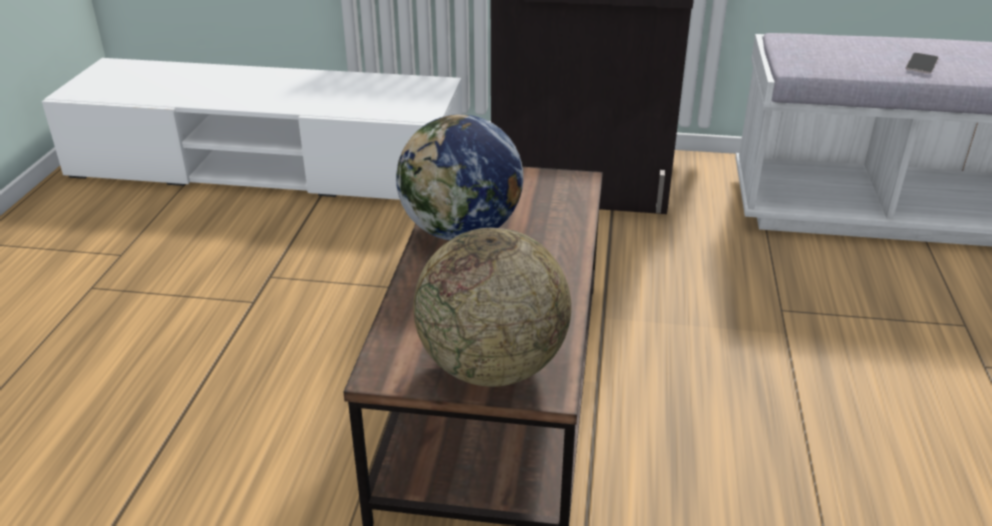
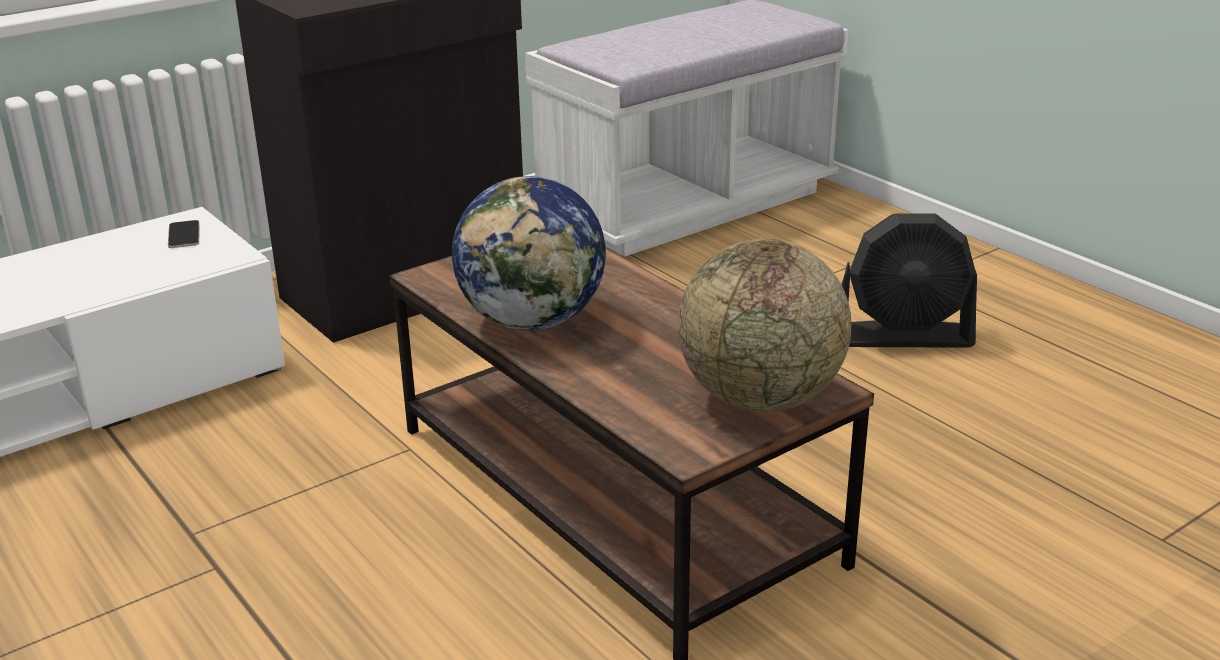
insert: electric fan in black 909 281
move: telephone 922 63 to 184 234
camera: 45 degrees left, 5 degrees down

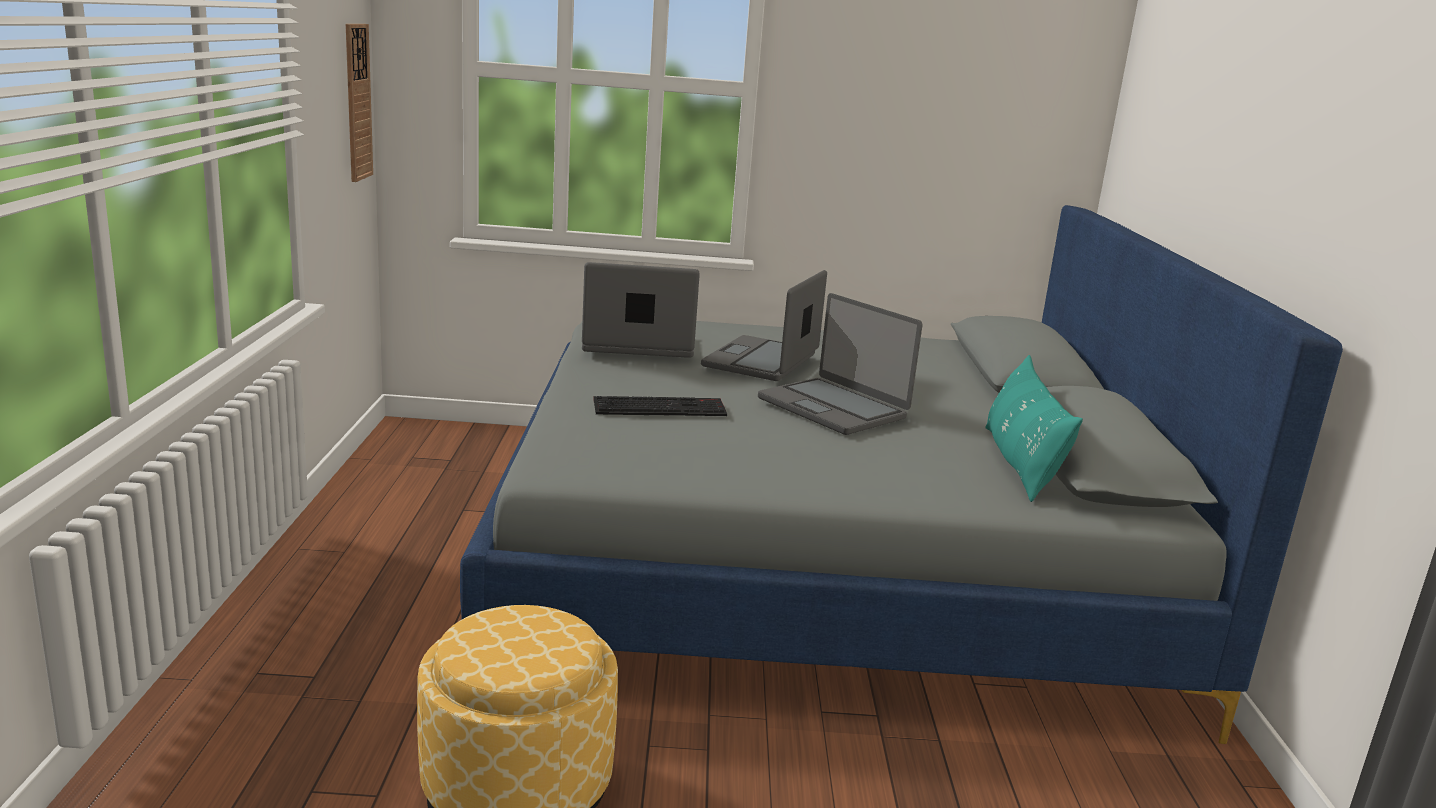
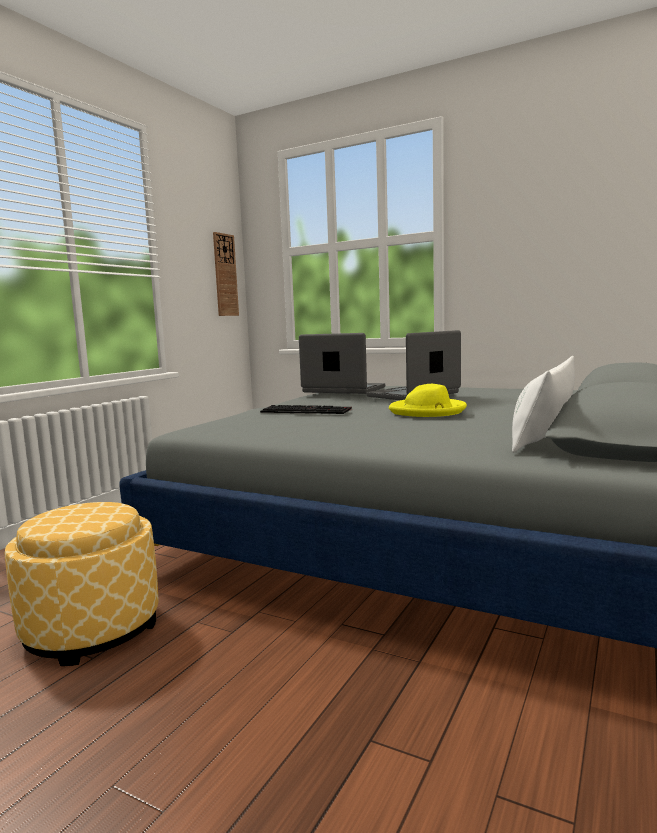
replace: notebook computer 840 364 to wearable hat in yellow 428 400
recolor: throw pillow in turquoise-coloured 1034 428 to throw pillow in whitish 543 404
camera: 30 degrees right, 10 degrees down

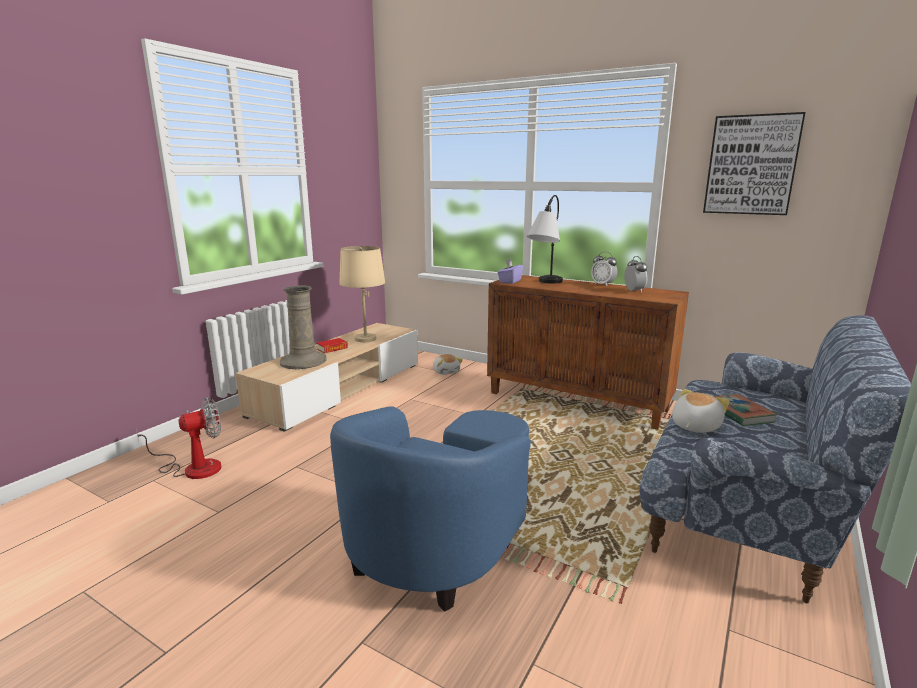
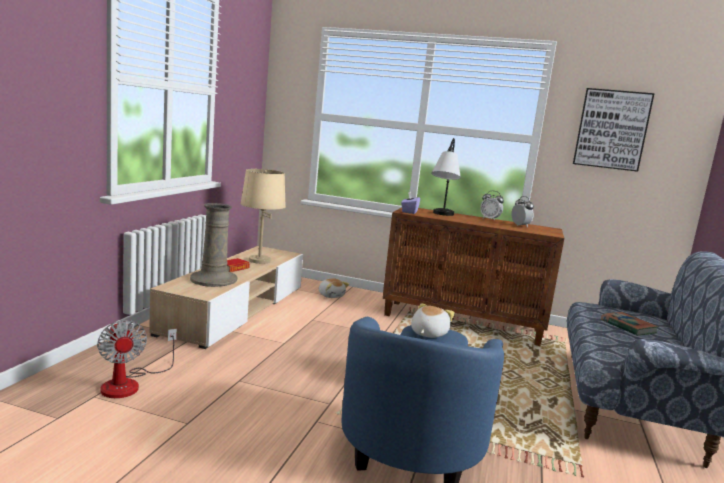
move: soft toy 701 411 to 433 320
rotate: electric fan 179 438 = 137 359 105 degrees clockwise
camera: 15 degrees left, 5 degrees down

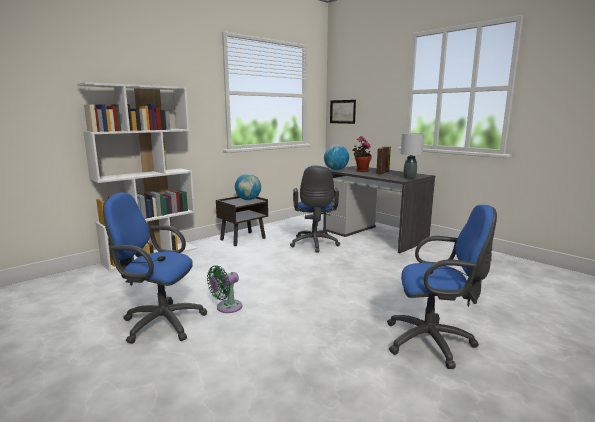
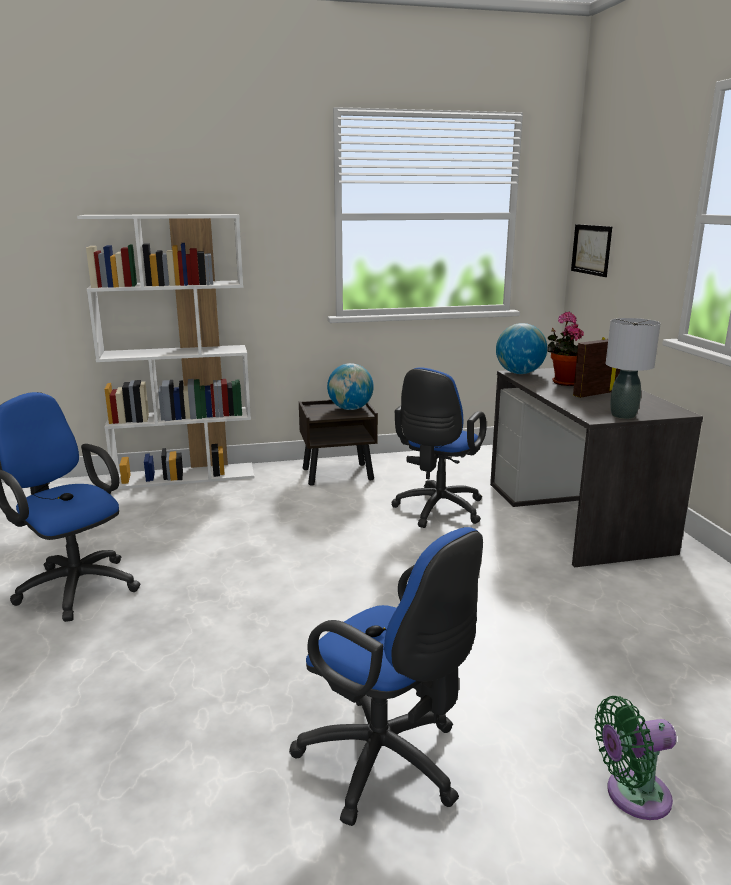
move: electric fan in green 224 289 to 636 758
camera: 30 degrees right, 5 degrees up

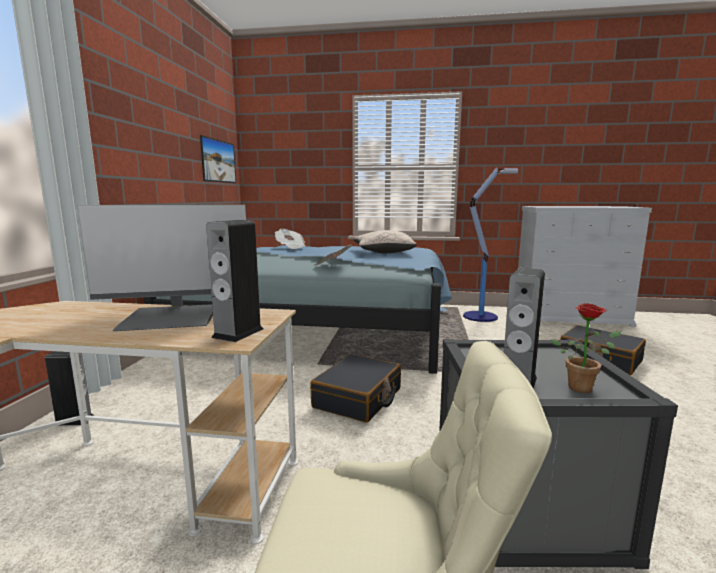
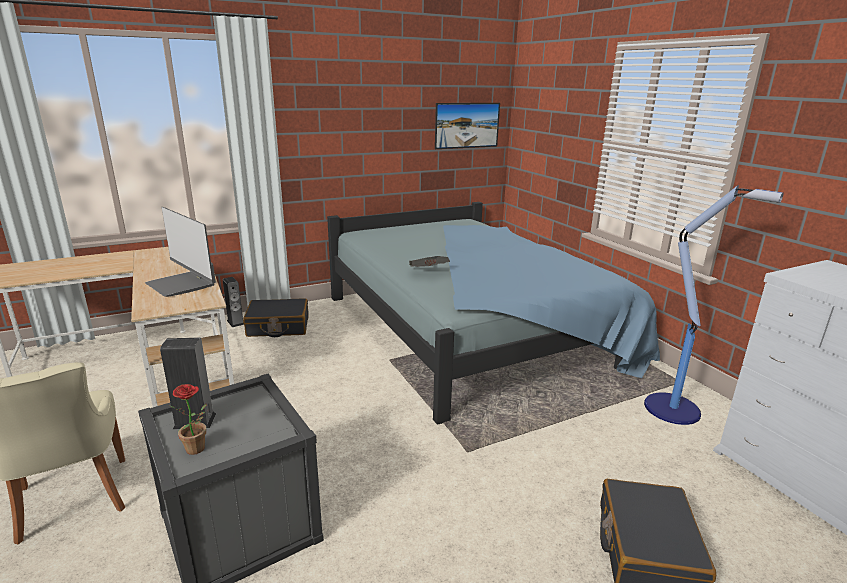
delete: speaker 234 281; newspaper 290 239; throw pillow in beige-coloured 385 241
move: piece of luggage in black 355 388 to 276 317
camera: 55 degrees right, 10 degrees up

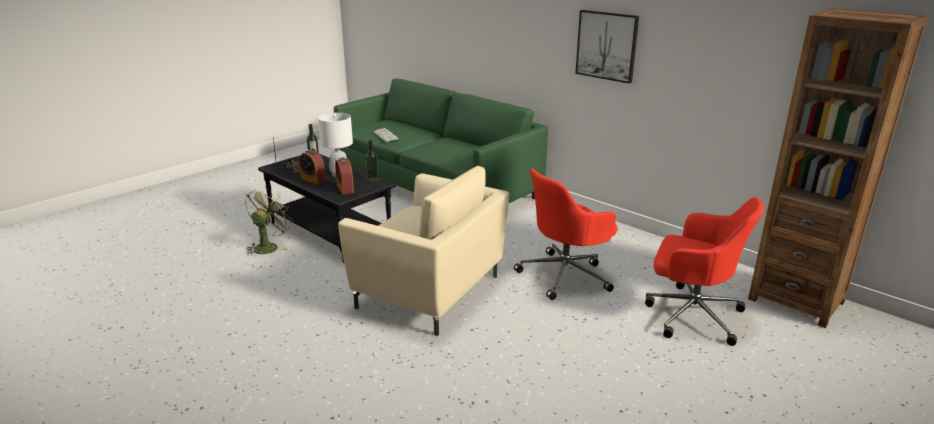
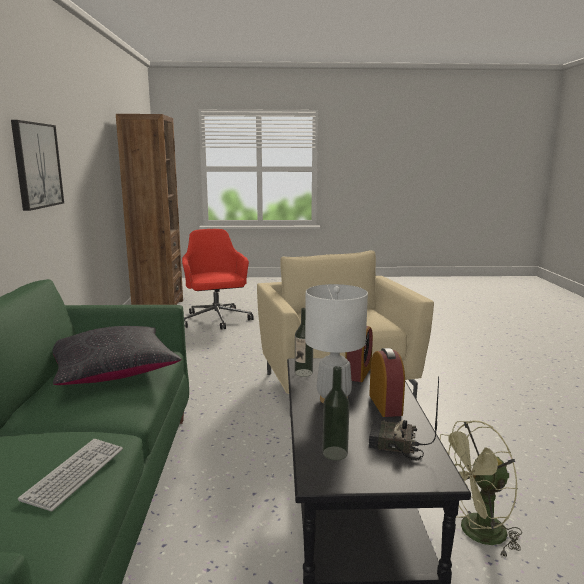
delete: office chair in reddish 565 234
insert: throw pillow in black 117 355
camera: 135 degrees left, 10 degrees down

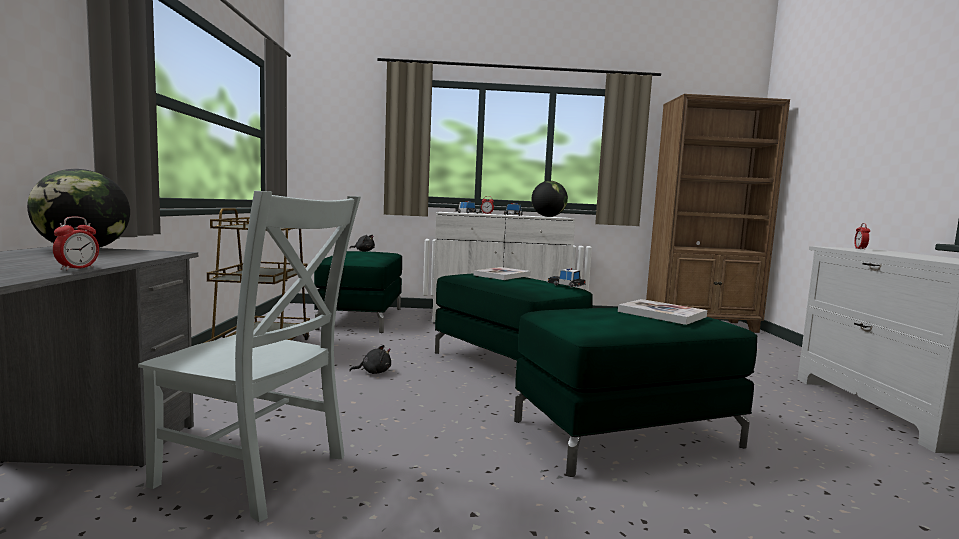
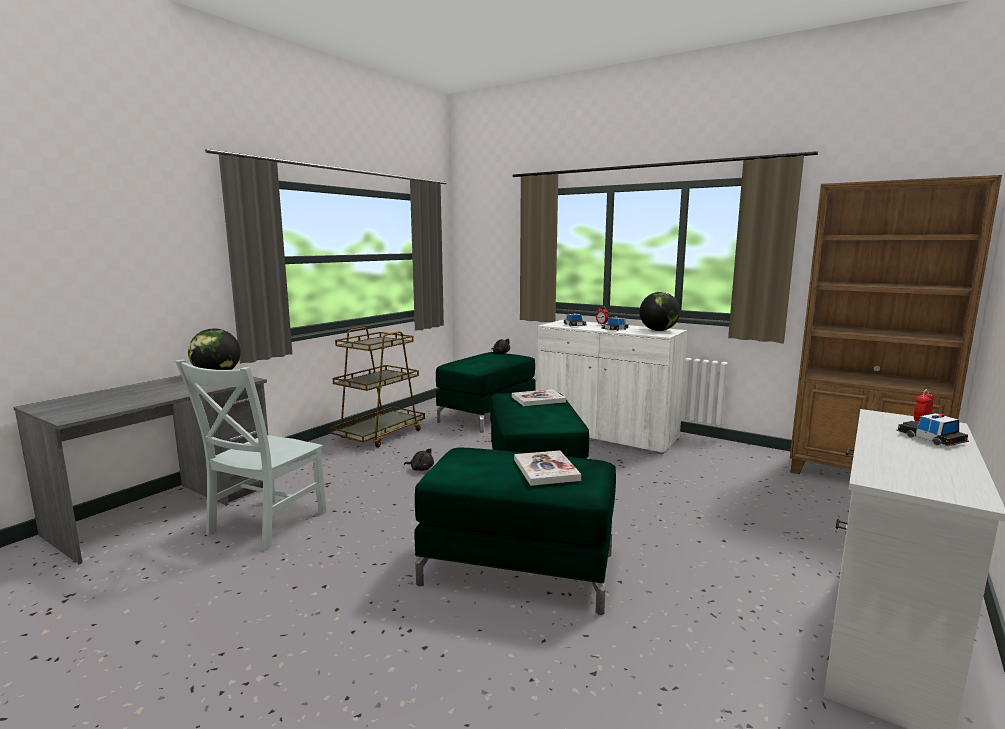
delete: alarm clock 76 243
move: model car 566 278 to 932 429
rotate: chair in gray 249 356 = 250 455 60 degrees clockwise
camera: 35 degrees right, 5 degrees up

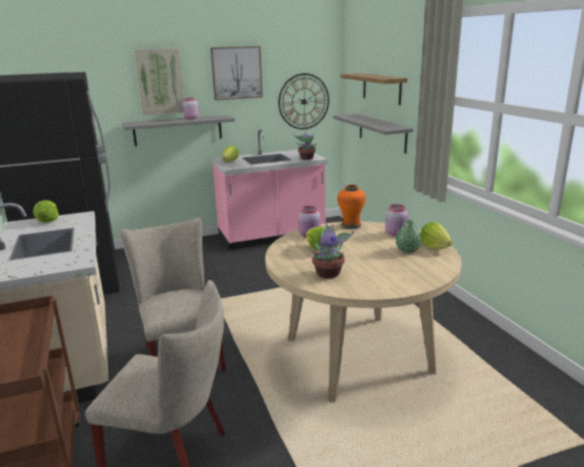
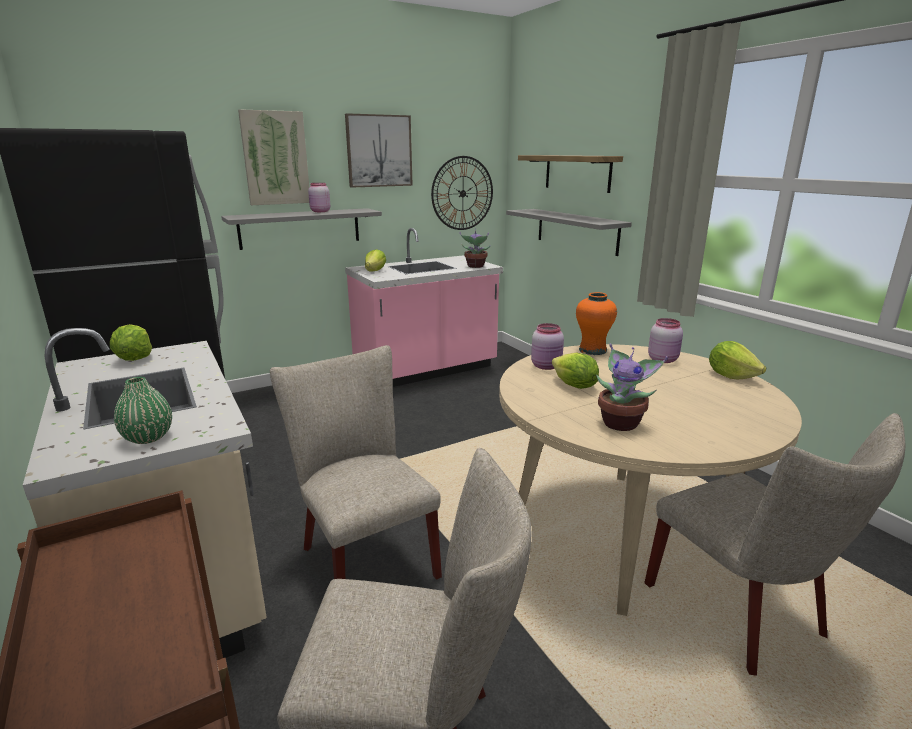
insert: chair in beige-coloured 774 544
move: decorative vase in green 408 236 to 143 410
camera: 10 degrees left, 0 degrees up

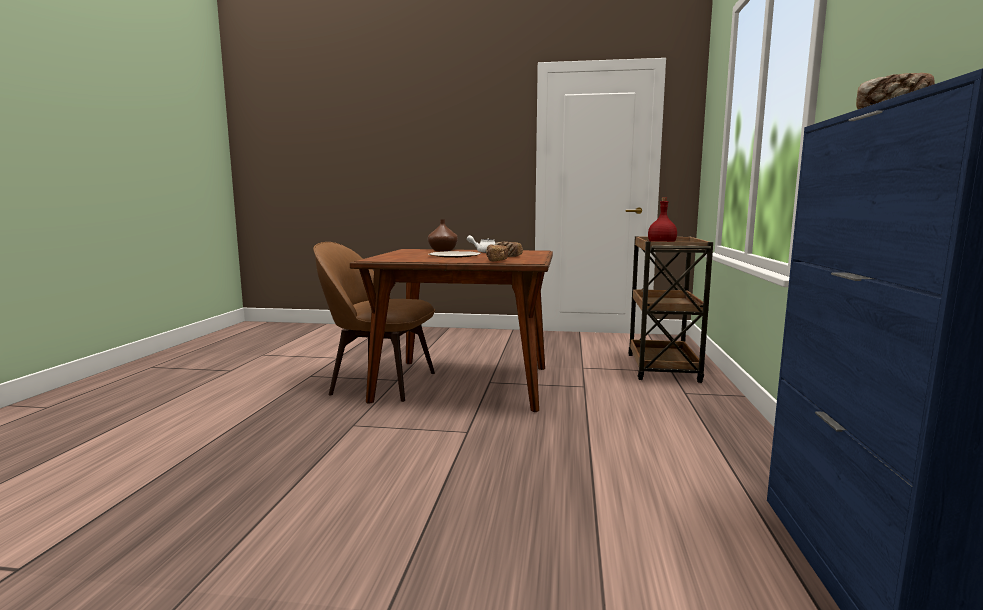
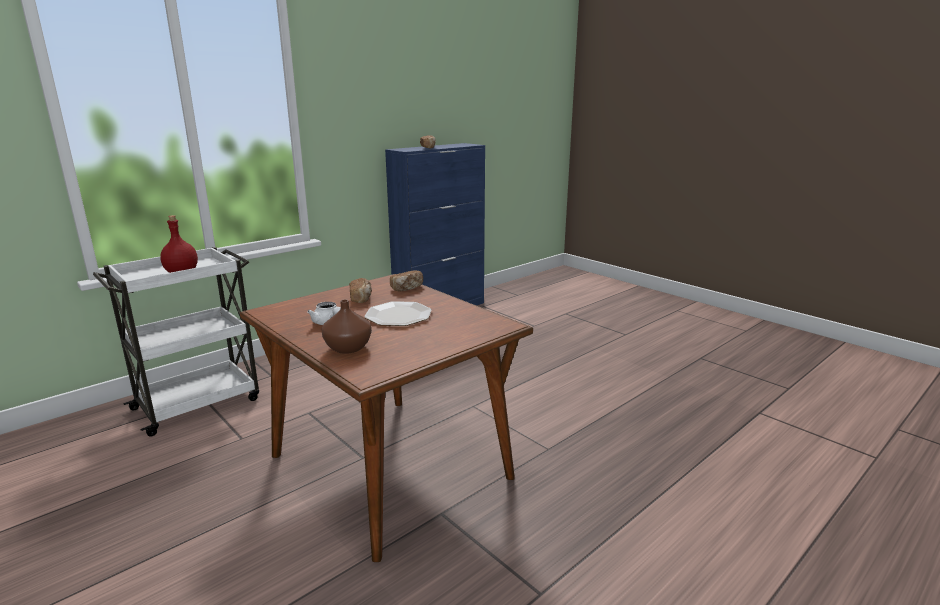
delete: chair in brownish 374 322
recolor: trolley in brownish 670 309 to trolley in whitish 176 342
camera: 140 degrees left, 10 degrees up

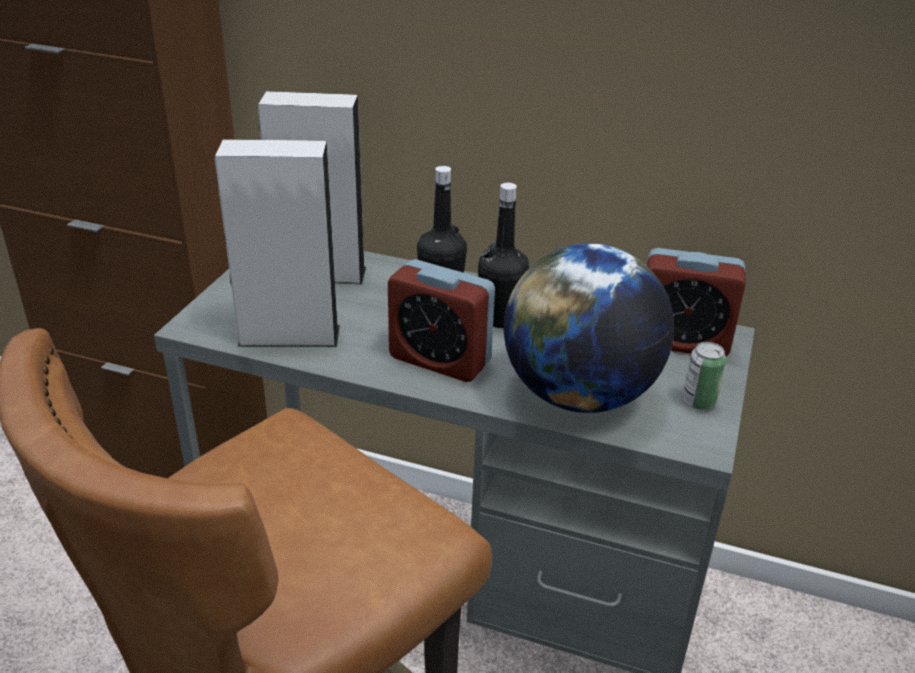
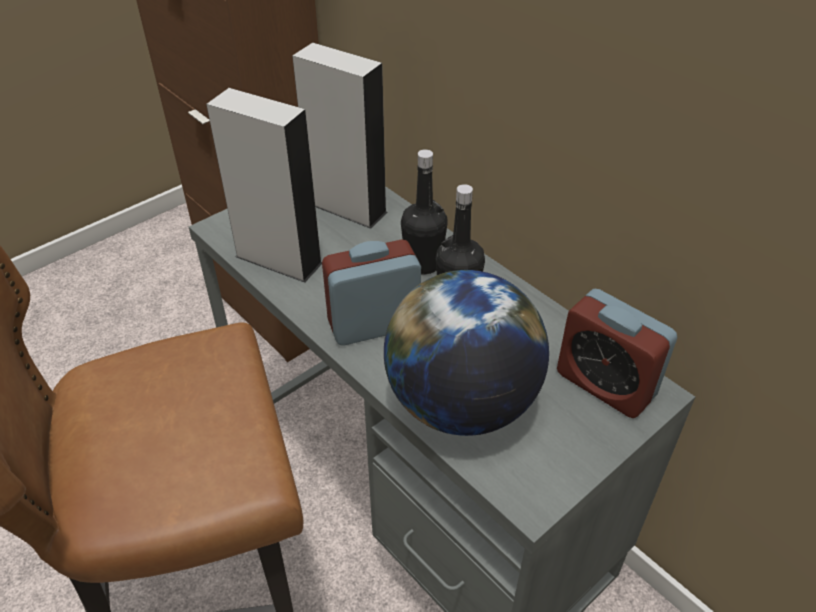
delete: can 704 376
rotate: alarm clock 441 320 = 371 292 105 degrees clockwise
camera: 30 degrees right, 10 degrees up

